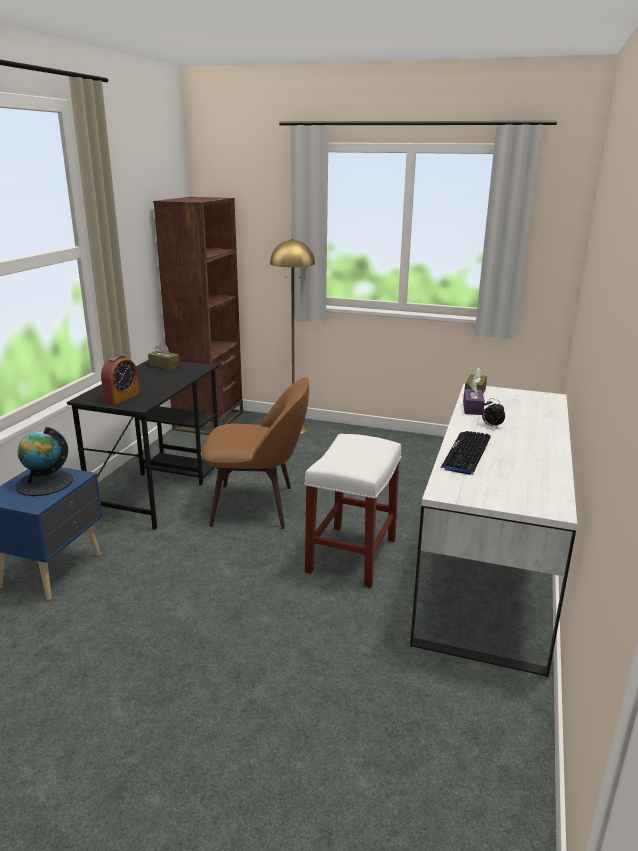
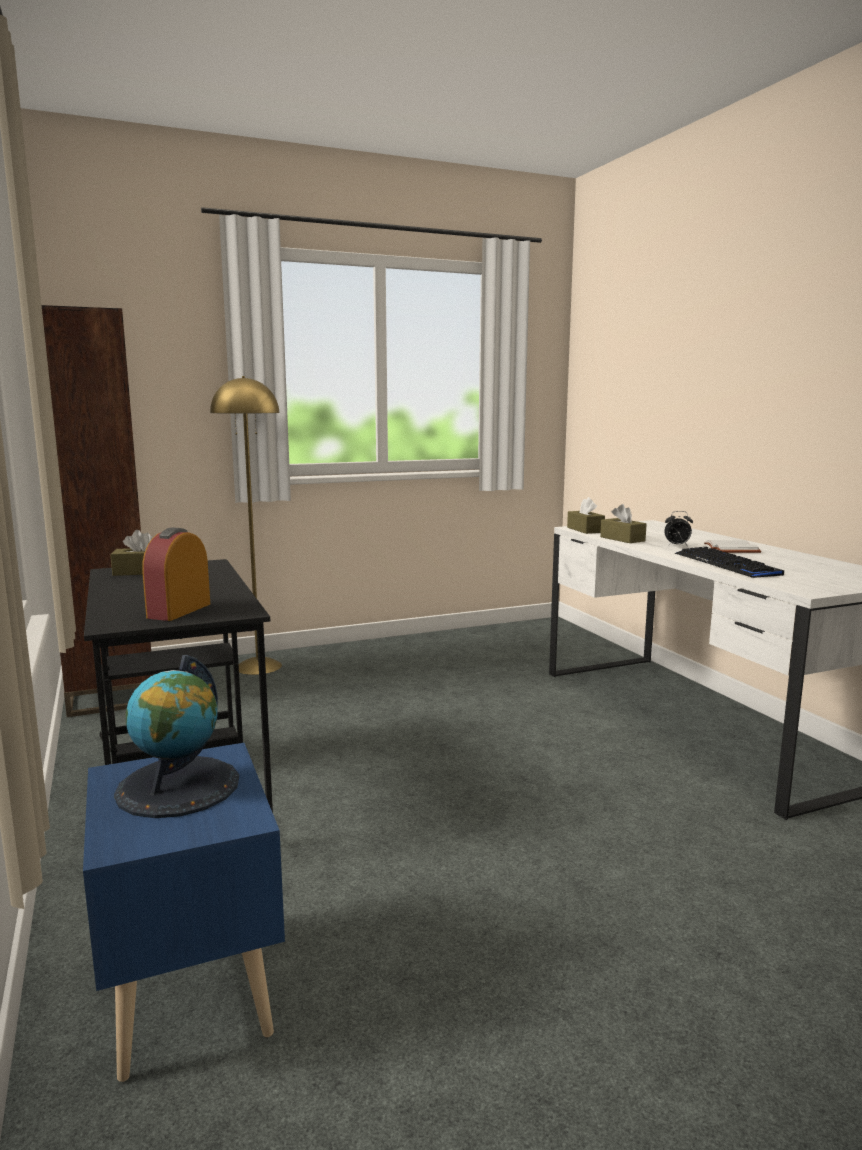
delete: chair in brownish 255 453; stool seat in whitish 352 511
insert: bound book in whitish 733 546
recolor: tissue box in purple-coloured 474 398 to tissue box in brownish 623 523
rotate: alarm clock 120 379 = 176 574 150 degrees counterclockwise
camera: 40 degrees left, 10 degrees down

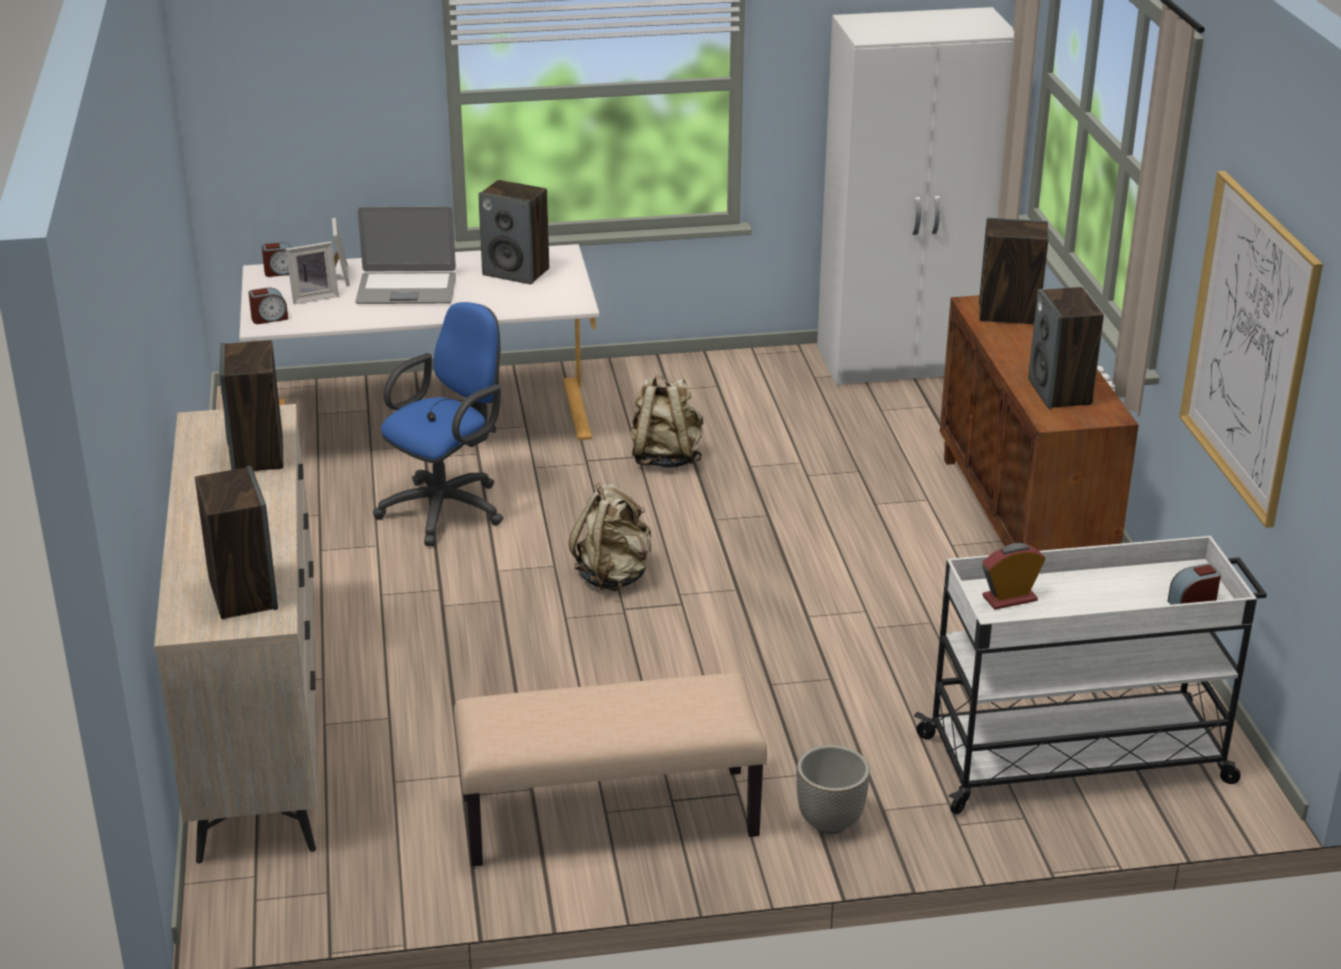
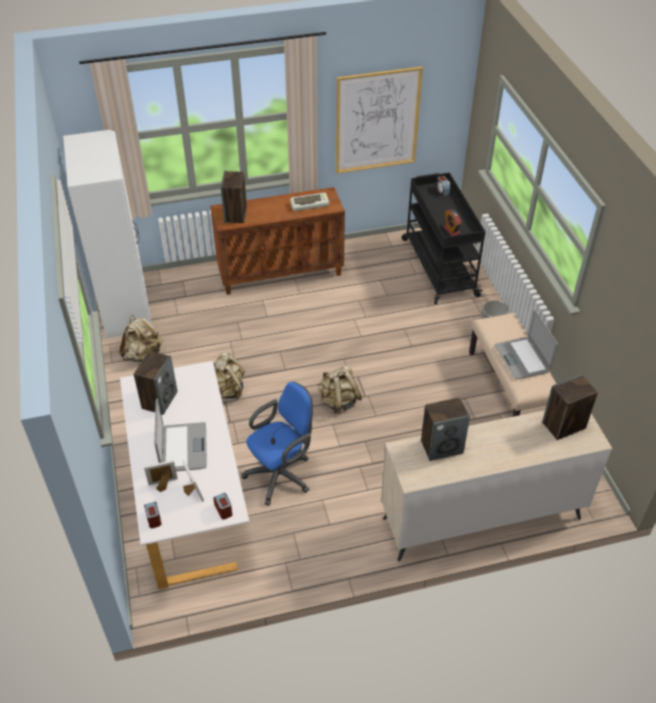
insert: rucksack in beige-coloured 141 338; notebook computer 526 344
replace: speaker 1066 348 to PC keyboard 309 202
recolor: trolley in whitish 1090 675 to trolley in black 444 238
rotate: office chair in bluish 438 424 = 277 444 105 degrees clockwise
camera: 95 degrees left, 15 degrees up

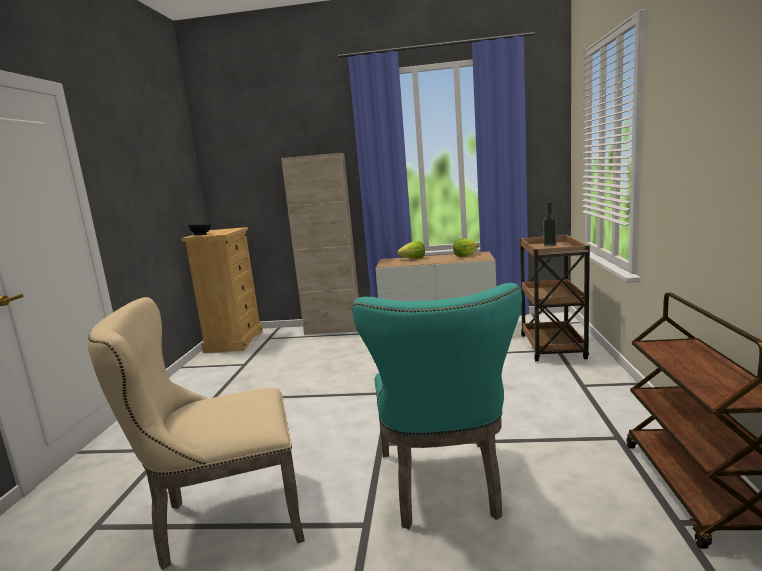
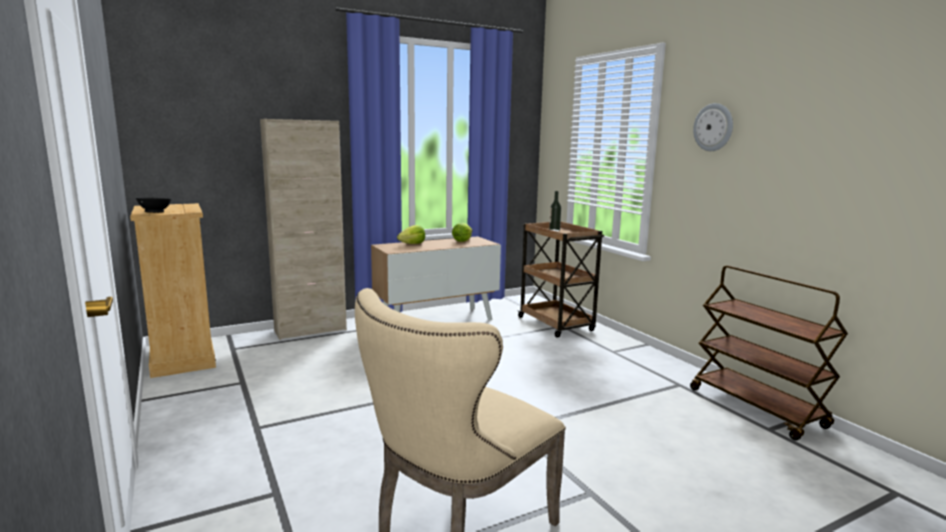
delete: chair in turquoise-coloured 437 406
insert: wall clock 713 127
camera: 35 degrees left, 0 degrees up

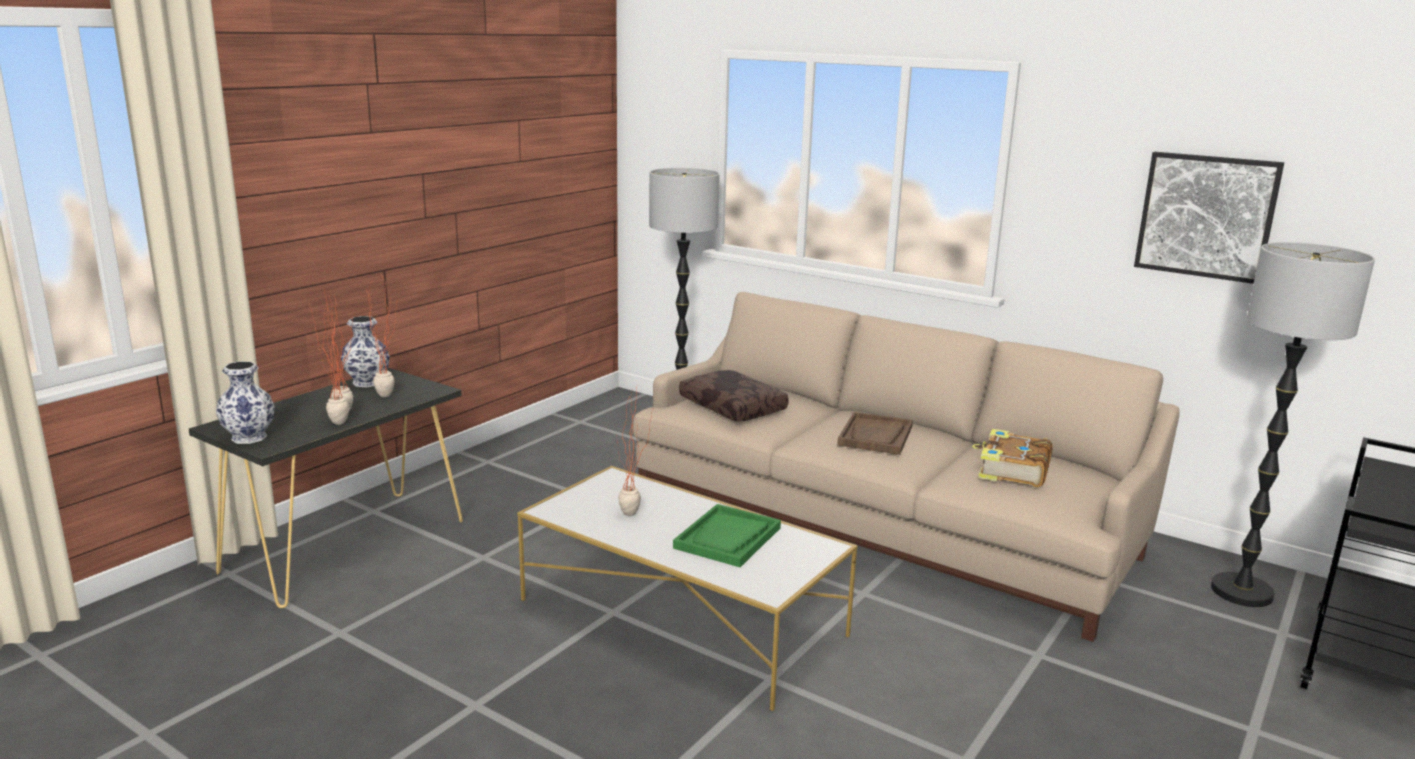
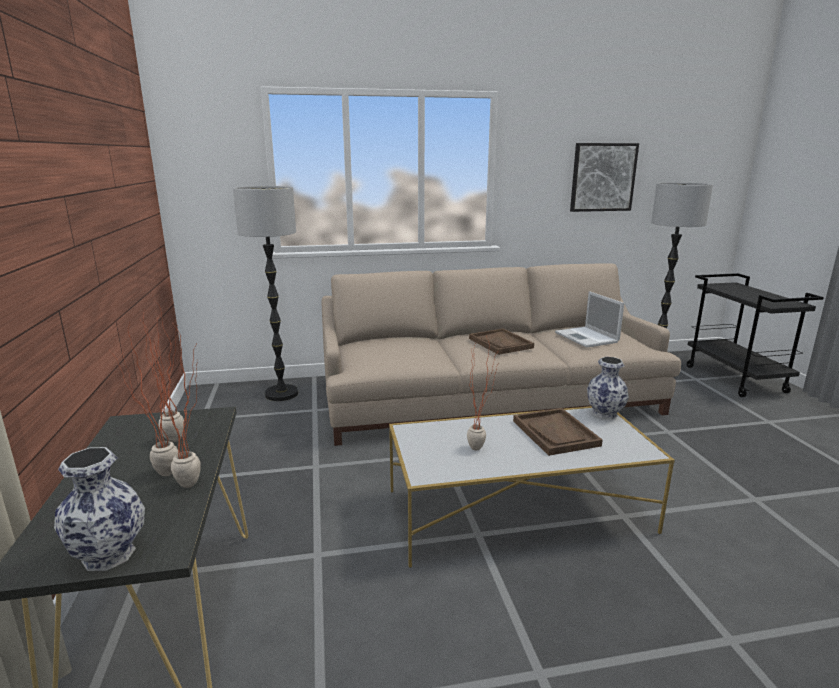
delete: throw pillow in brownish 734 396
move: decorative vase 365 351 to 608 388
replace: bound book 1012 458 to notebook computer 589 319
recolor: serving tray in green 727 535 to serving tray in brownish 558 432
camera: 45 degrees left, 0 degrees up

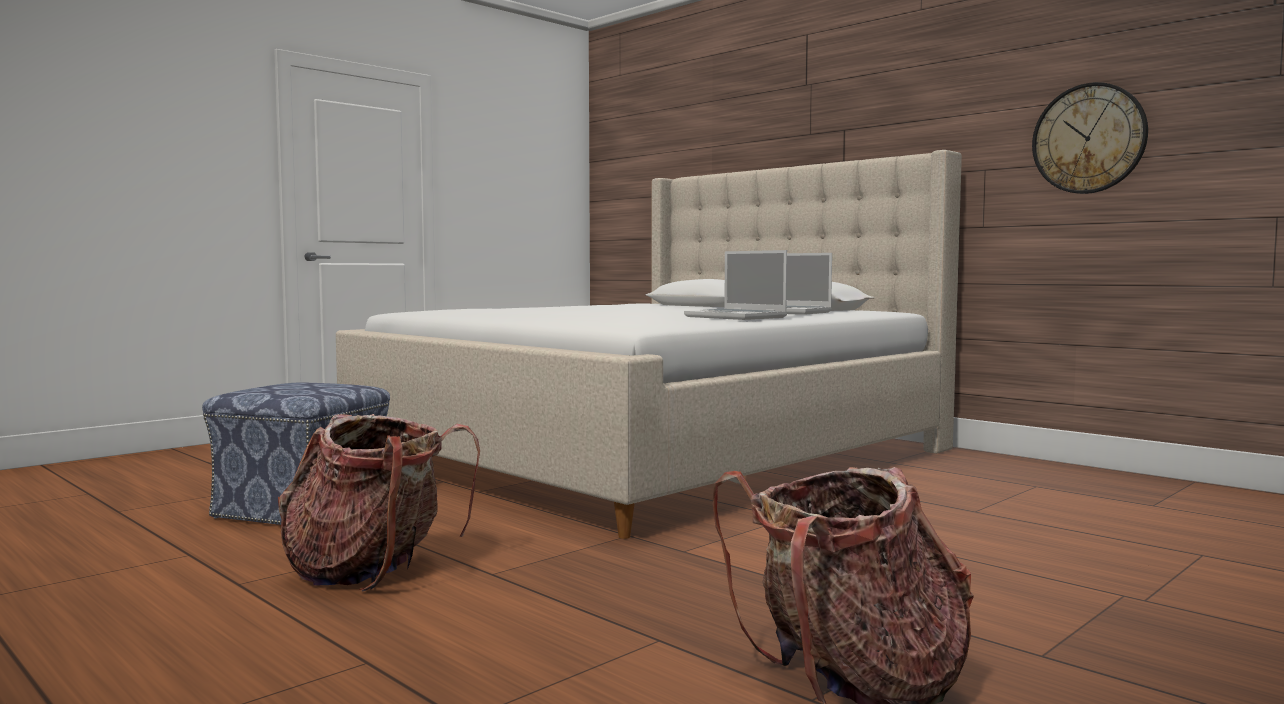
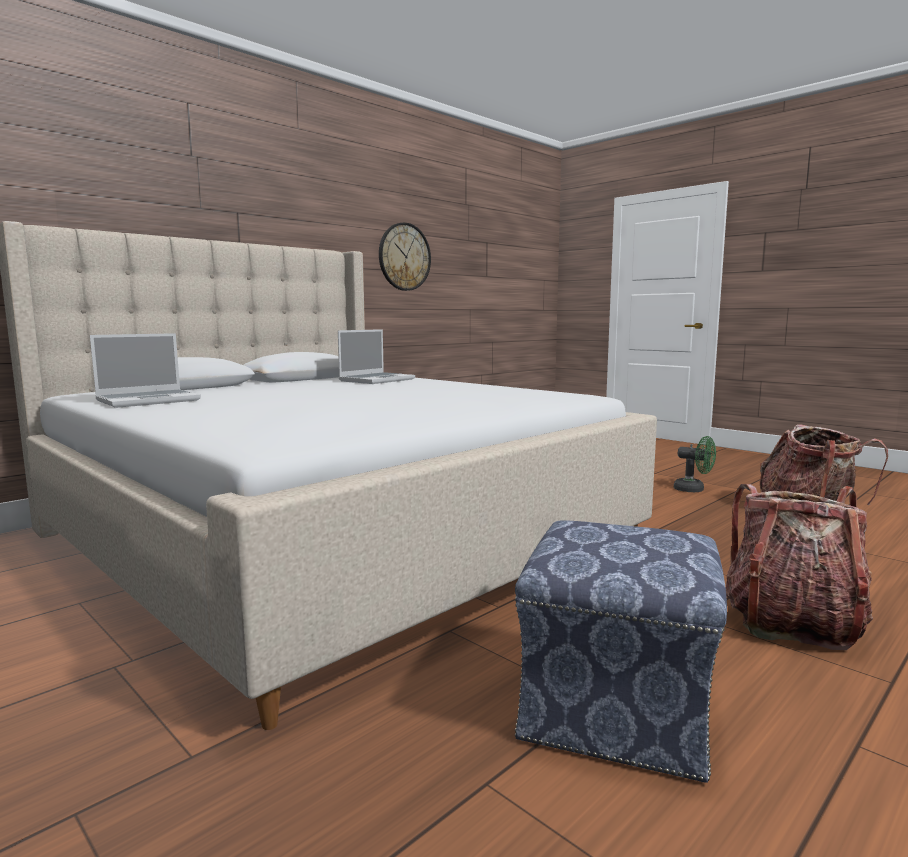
insert: electric fan in green 695 464
move: notebook computer 735 285 to 145 370
camera: 90 degrees left, 5 degrees up

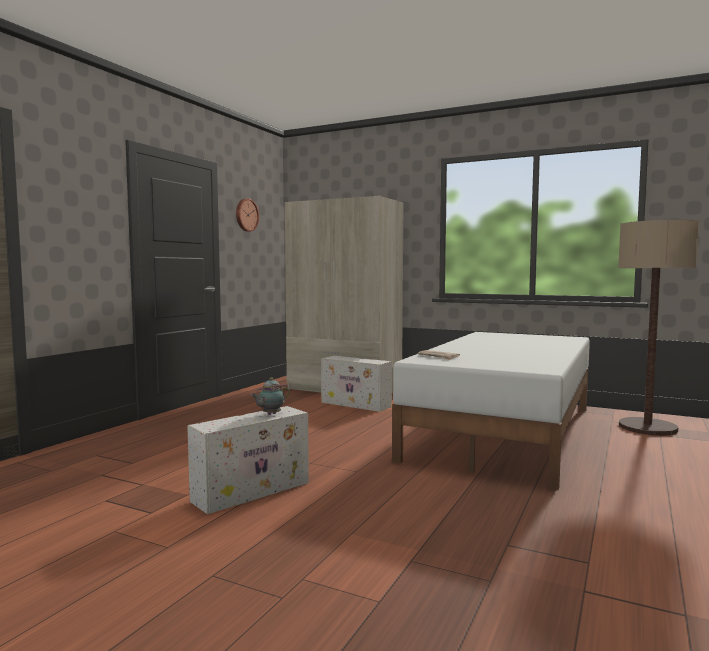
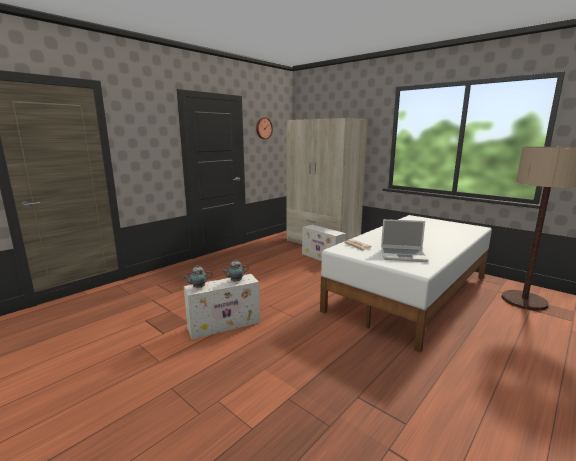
insert: pot for tea 197 276; notebook computer 404 240
camera: 15 degrees right, 10 degrees up

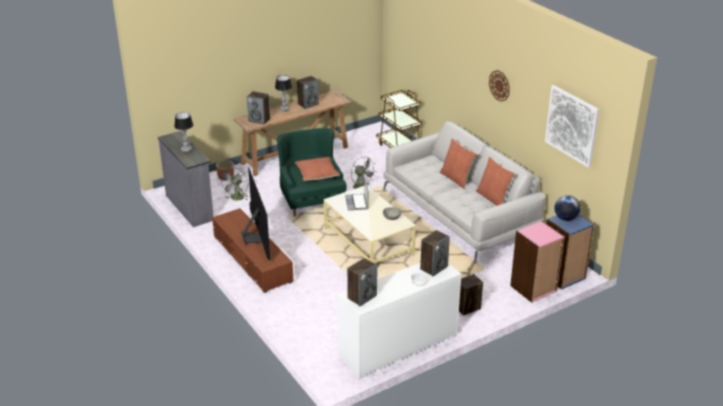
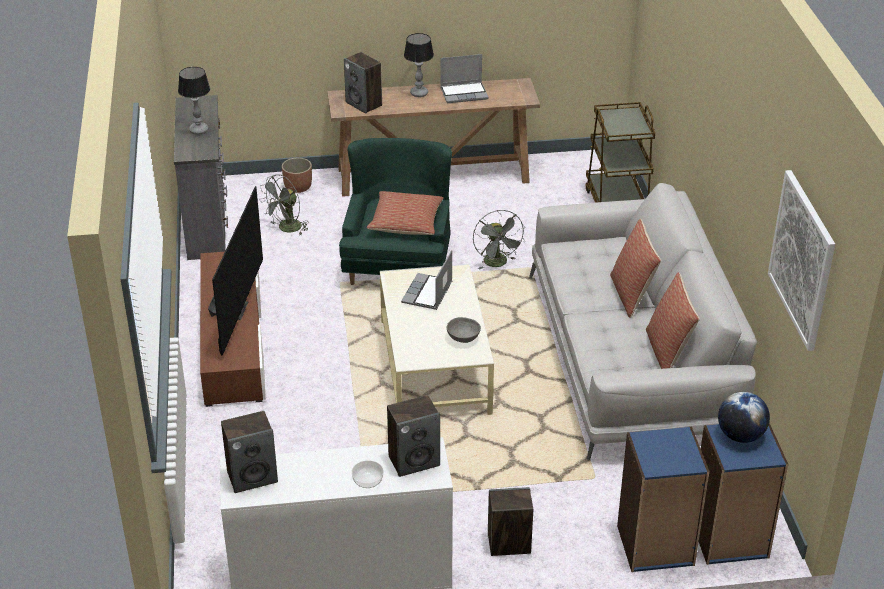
delete: wall clock 499 86
replace: speaker 308 92 to notebook computer 464 78
recolor: shelving unit in pink 537 262 to shelving unit in bluish 663 499
camera: 25 degrees right, 5 degrees up

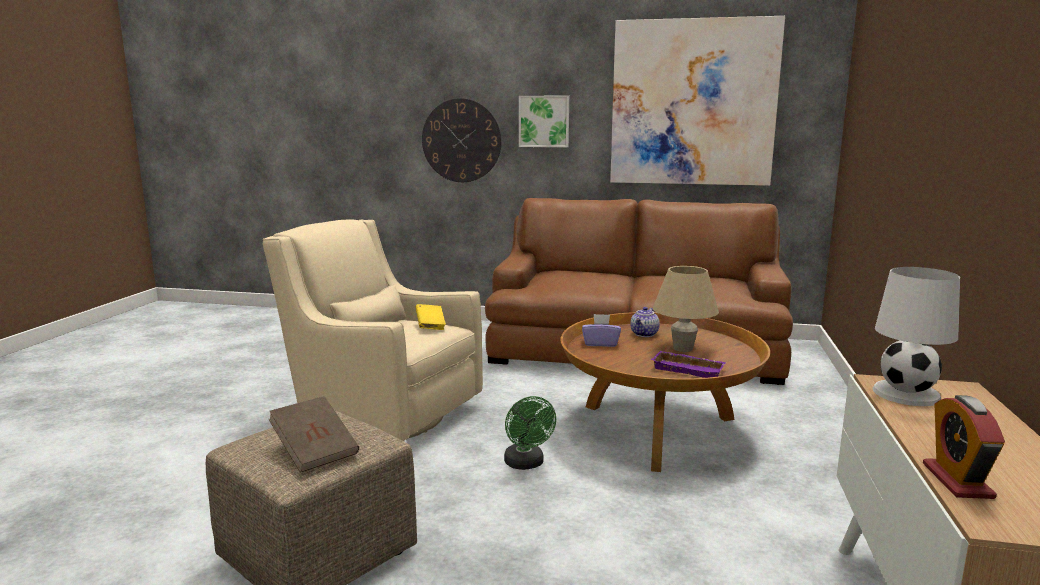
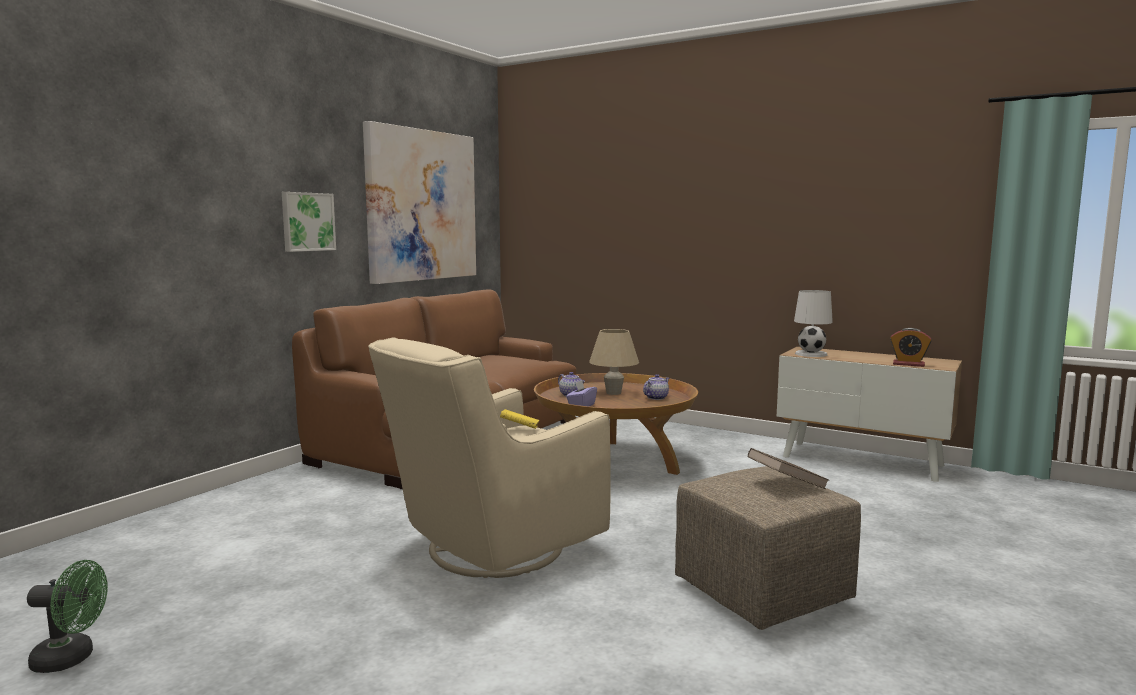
delete: wall clock 462 140
move: electric fan in green 530 433 to 67 616
replace: serving tray in purple-coloured 688 364 to pot for tea 656 387
camera: 70 degrees left, 5 degrees down

